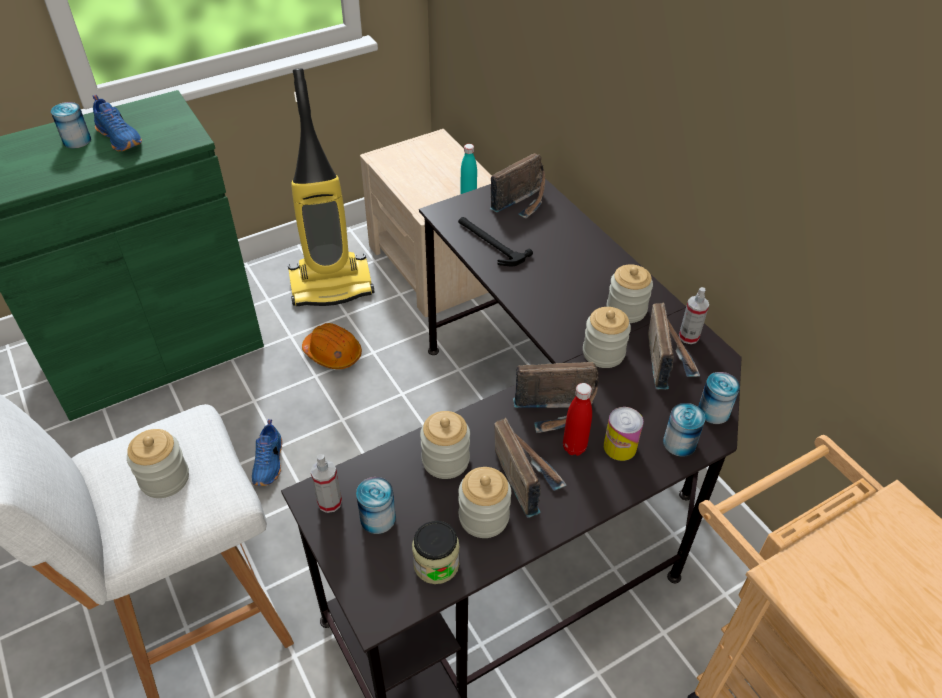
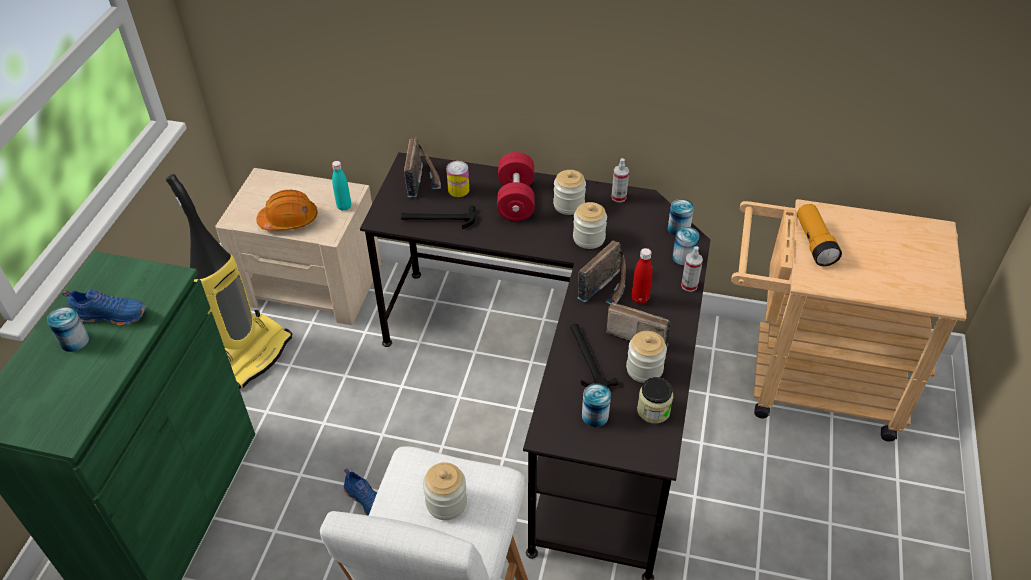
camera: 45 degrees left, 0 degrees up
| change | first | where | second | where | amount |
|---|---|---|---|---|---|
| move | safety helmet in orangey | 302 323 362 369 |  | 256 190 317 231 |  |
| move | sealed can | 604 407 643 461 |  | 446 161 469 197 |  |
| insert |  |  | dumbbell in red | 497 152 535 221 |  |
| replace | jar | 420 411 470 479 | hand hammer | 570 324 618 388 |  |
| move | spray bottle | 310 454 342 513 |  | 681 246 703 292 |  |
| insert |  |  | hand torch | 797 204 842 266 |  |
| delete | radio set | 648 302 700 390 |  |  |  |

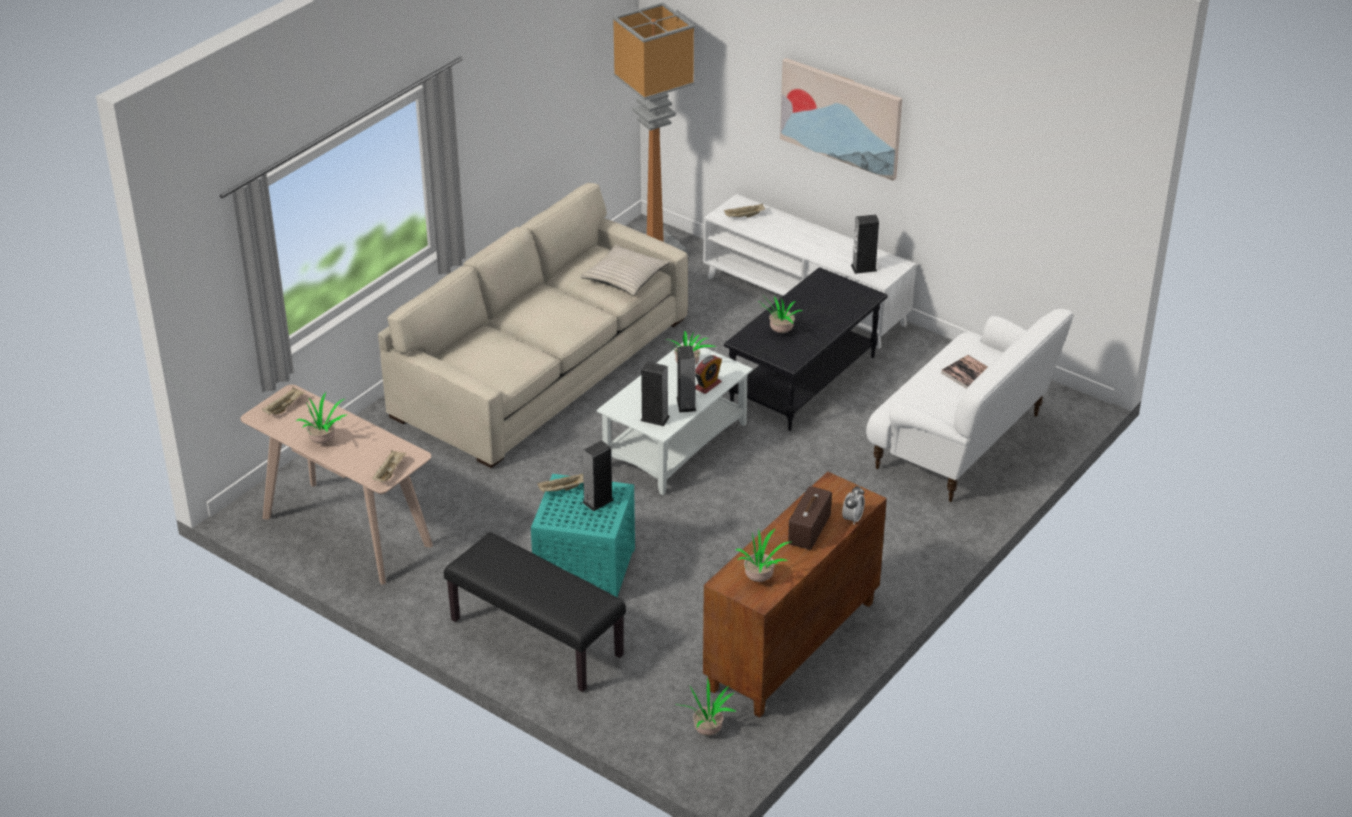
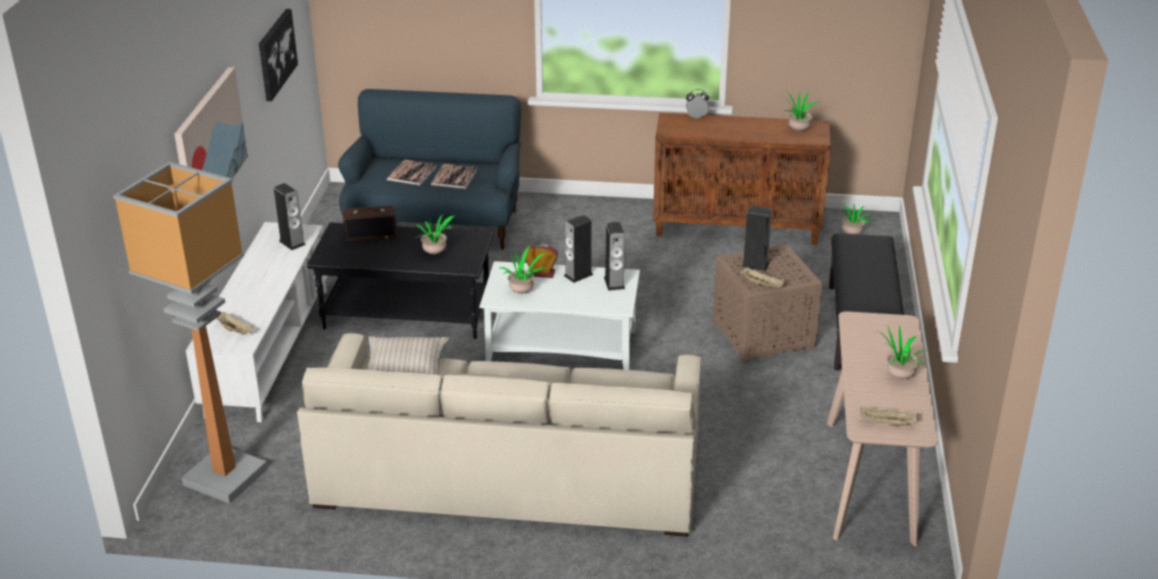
camera: 120 degrees left, 5 degrees down
| change | first | where | second | where | amount |
|---|---|---|---|---|---|
| insert |  |  | wall picture | 259 9 298 101 |  |
| recolor | couch in white-coloured | 866 309 1073 502 | couch in bluish | 338 89 521 250 |  |
| move | radio set | 788 486 832 550 |  | 343 206 397 242 |  |
| insert |  |  | bound book | 431 164 477 189 |  |
| recolor | end table in blue-green | 531 474 635 598 | end table in brown | 713 244 822 364 |  |
| delete | carrying tray in beige-coloured | 372 450 407 482 |  |  |  |

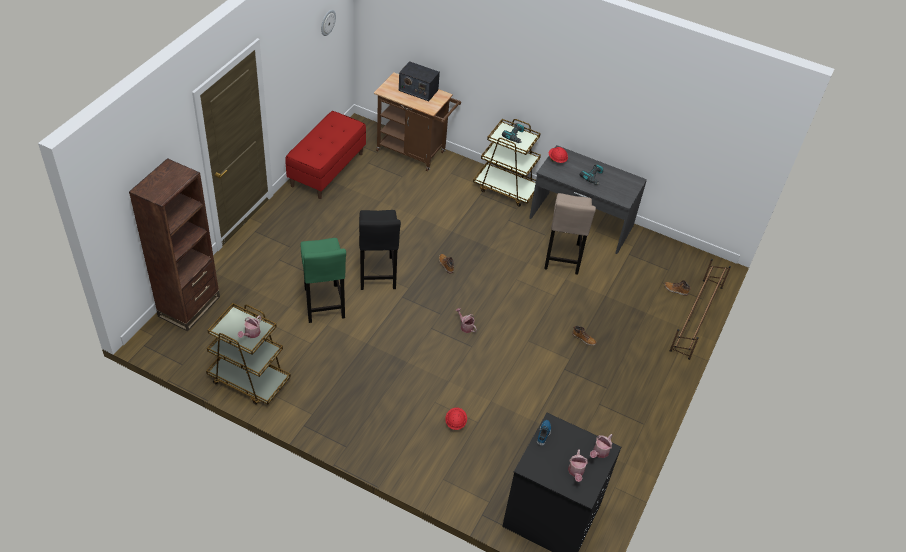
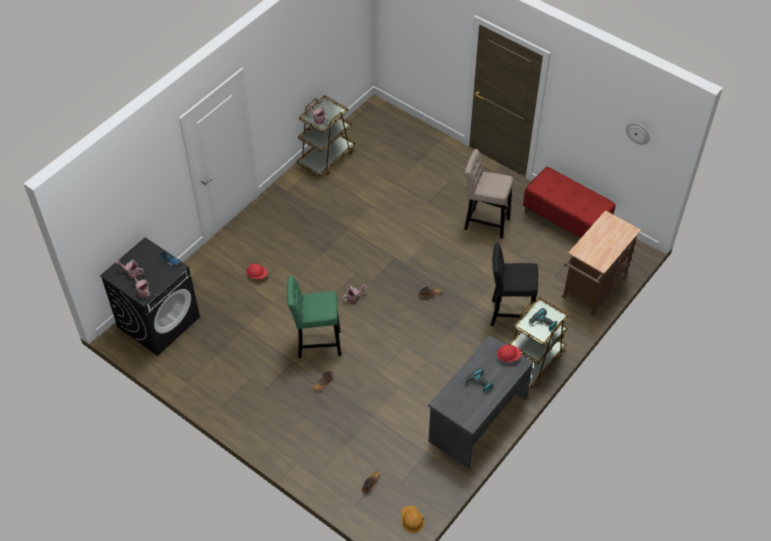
camera: 105 degrees right, 5 degrees up
| change | first | where | second | where | amount |
|---|---|---|---|---|---|
| move | sitting stool in greenish | 300 238 346 323 |  | 287 275 341 358 |  |
| insert |  |  | safety helmet in orangey | 401 505 425 533 |  |
| move | sitting stool in beige-coloured | 544 193 596 275 |  | 464 149 513 239 |  |
| move | sitting stool in black-coloured | 359 210 401 290 |  | 491 243 538 326 |  |
| delete | bookshelf in brown | 129 158 220 331 |  |  |  |
| delete | radio set | 399 61 440 101 |  |  |  |
| delete | shoe stand in brown | 669 259 731 360 |  |  |  |

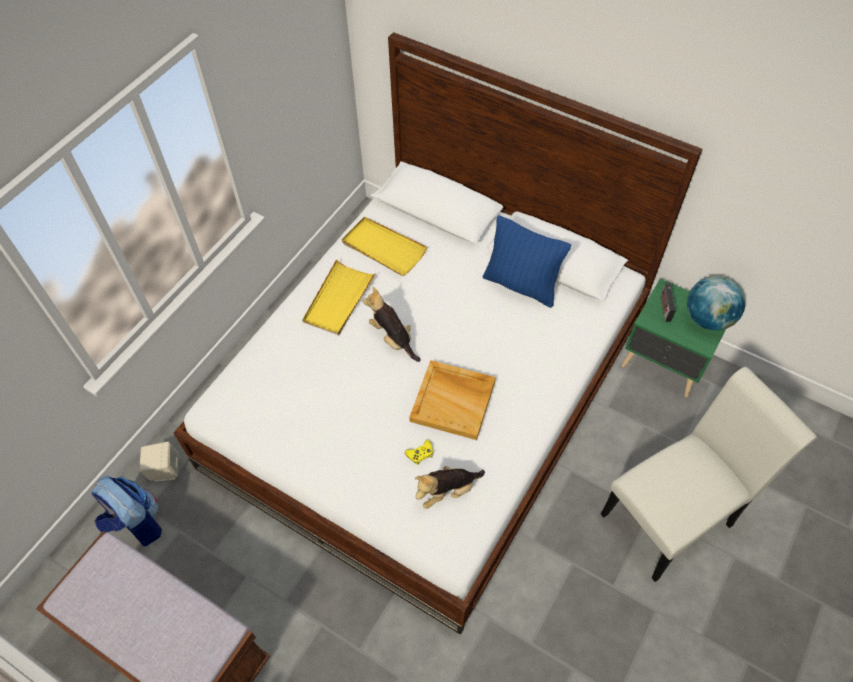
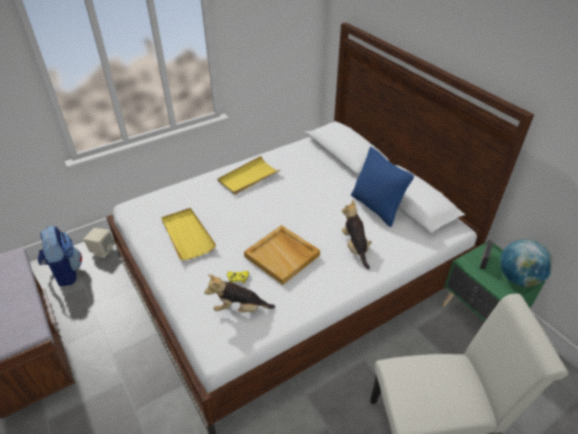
camera: 25 degrees right, 15 degrees down
| change | first | where | second | where | amount |
|---|---|---|---|---|---|
| move | carrying tray in yellowish | 342 217 427 276 |  | 161 208 216 260 |  |
| move | cuddly toy | 363 287 421 362 |  | 342 200 372 270 |  |

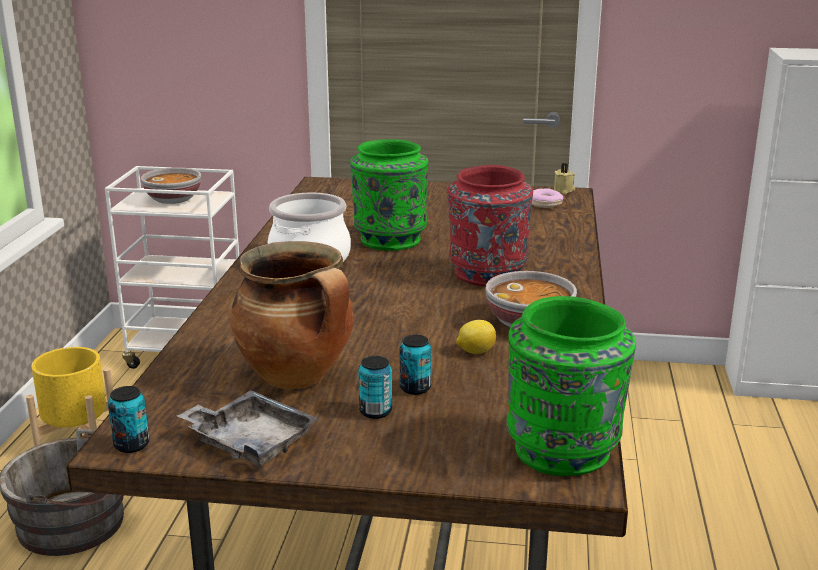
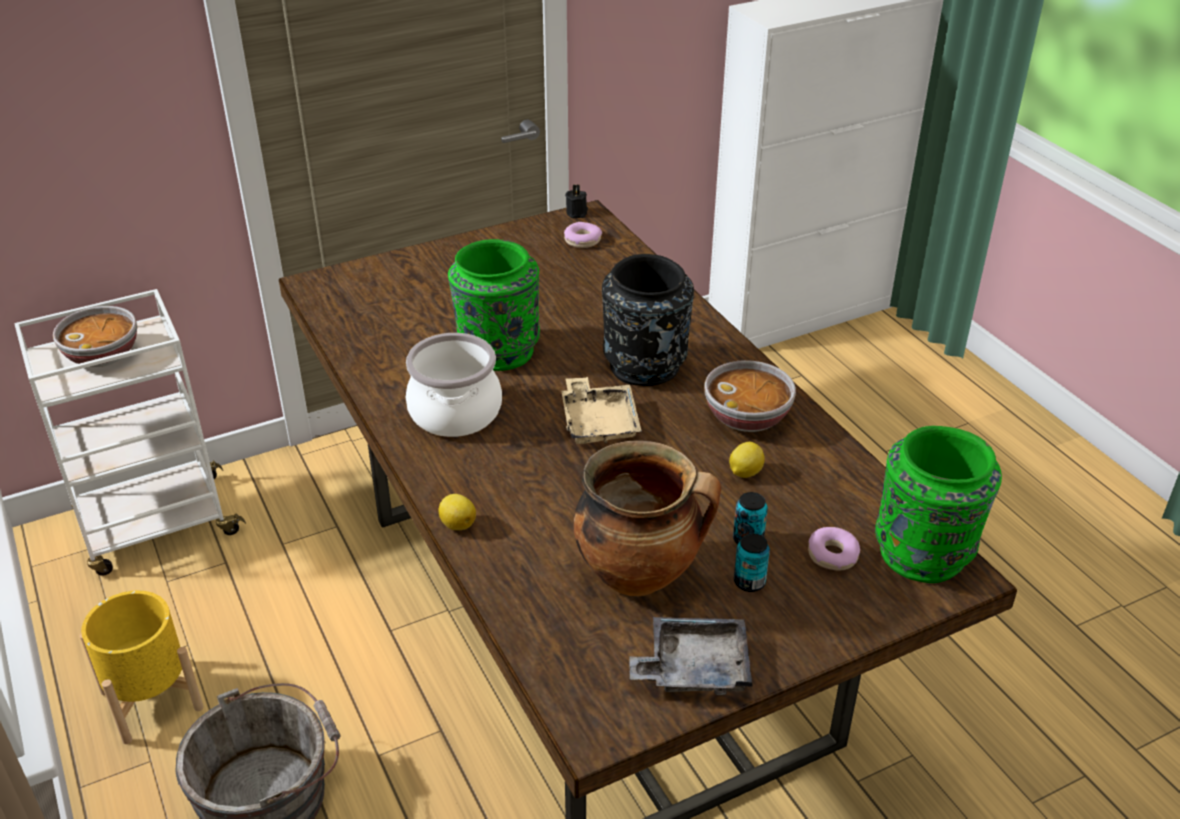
camera: 35 degrees left, 15 degrees up
| change | first | where | second | where | amount |
|---|---|---|---|---|---|
| insert |  |  | citrus fruit | 439 494 476 530 |  |
| insert |  |  | carrying tray in beige-coloured | 561 377 642 444 |  |
| recolor | candle in beige-coloured | 554 163 575 194 | candle in black-coloured | 565 184 588 218 |  |
| recolor | decorative vase in red | 448 165 533 286 | decorative vase in black-coloured | 602 254 694 386 |  |
| insert |  |  | ring doughnut | 808 527 860 570 |  |
| delete | sealed can | 108 386 149 453 |  |  |  |

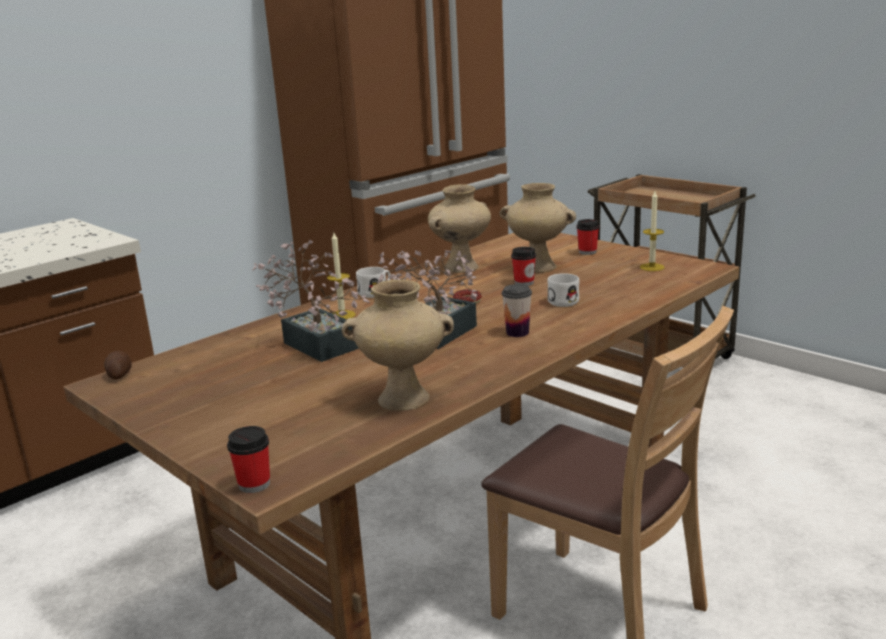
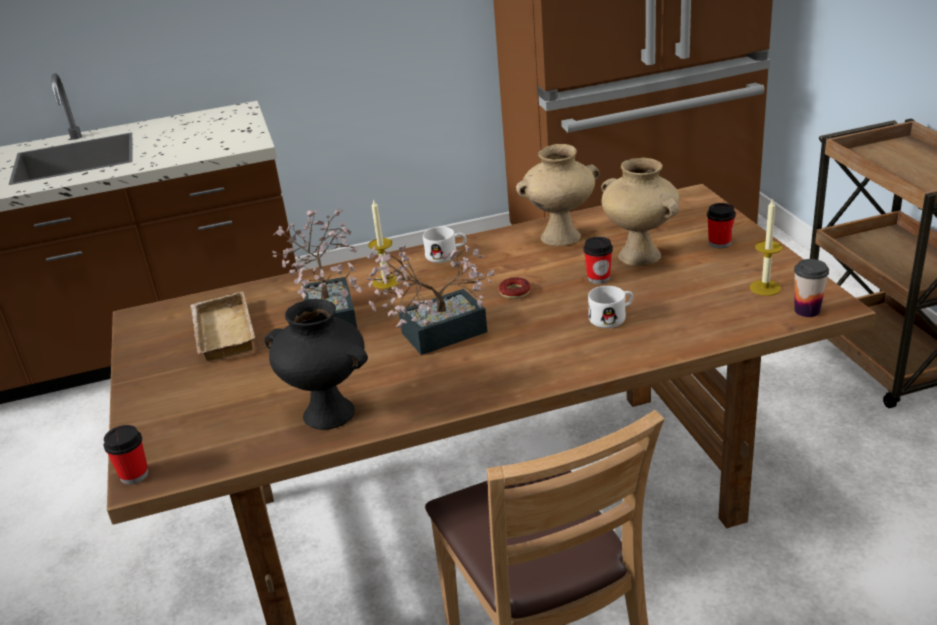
camera: 30 degrees right, 10 degrees up
| change | first | where | second | where | amount |
|---|---|---|---|---|---|
| insert |  |  | carrying tray in beige-coloured | 190 291 255 361 |  |
| recolor | decorative vase in beige-coloured | 342 280 454 411 | decorative vase in black-coloured | 264 299 368 430 |  |
| move | drinking cup | 502 284 532 337 |  | 794 259 829 317 |  |
| delete | potato | 104 351 132 380 |  |  |  |

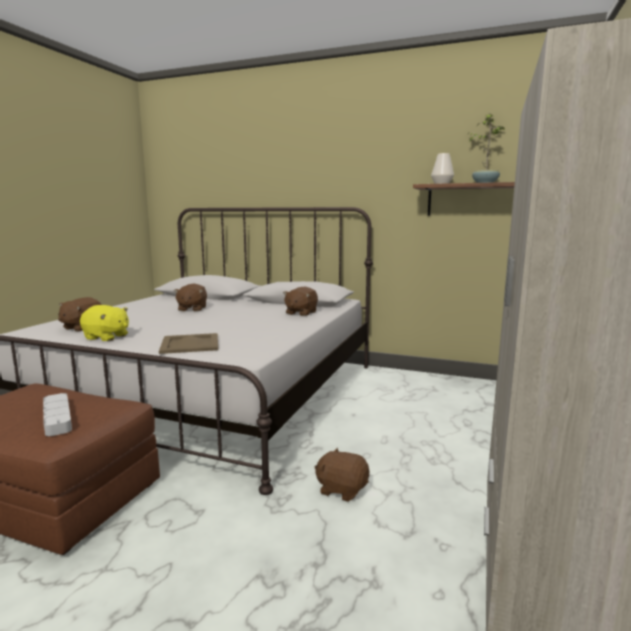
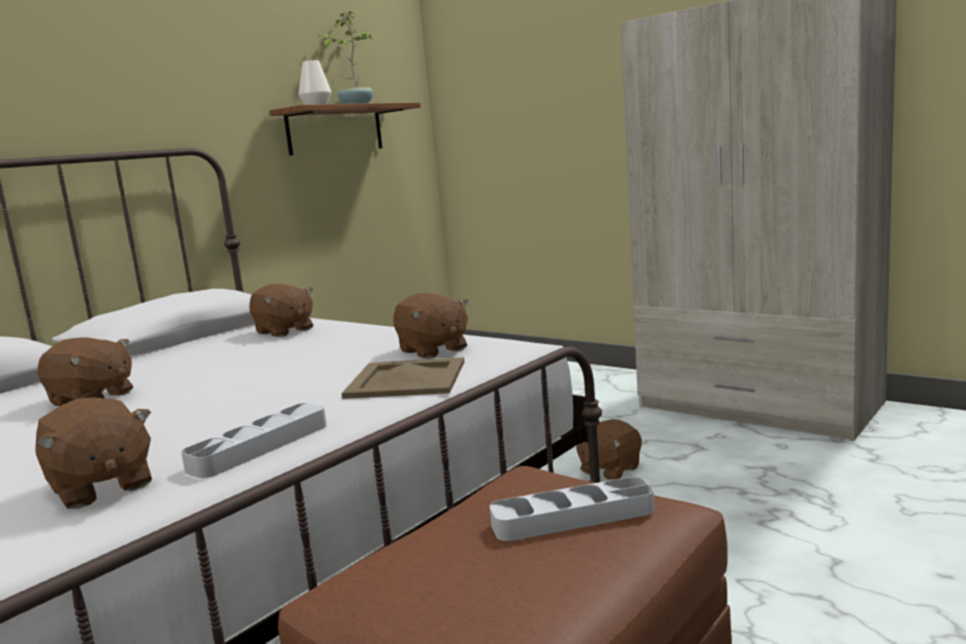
camera: 70 degrees left, 0 degrees up
| change | first | where | second | where | amount |
|---|---|---|---|---|---|
| replace | cuddly toy in yellowish | 80 305 129 341 | carrying tray in gray | 181 403 327 478 |  |
| insert |  |  | cuddly toy in brown | 393 293 469 359 |  |

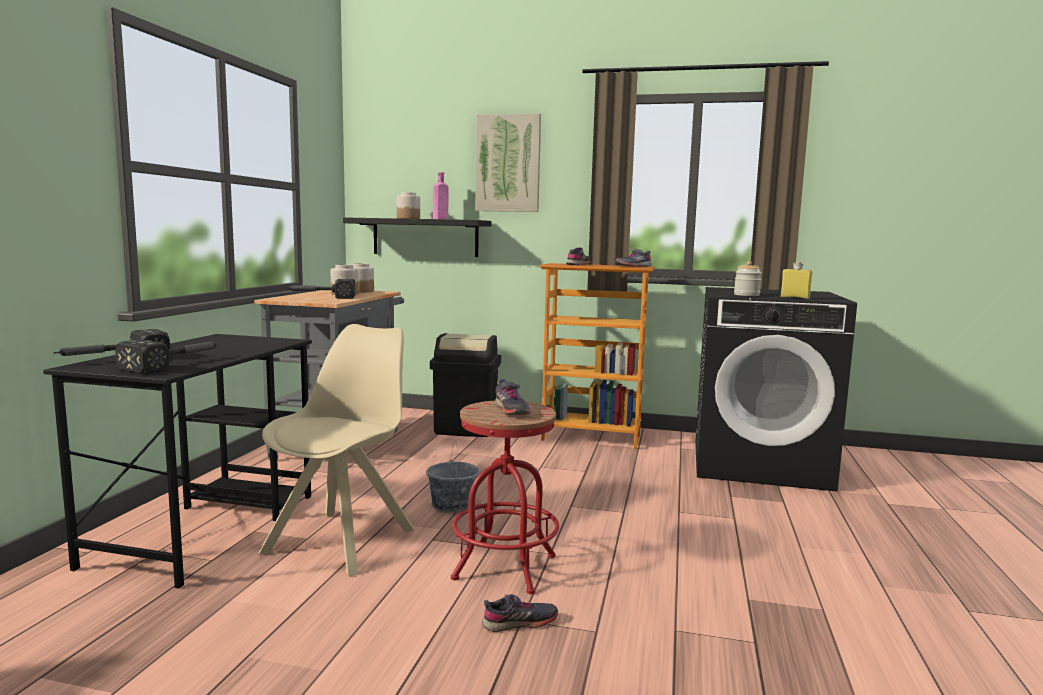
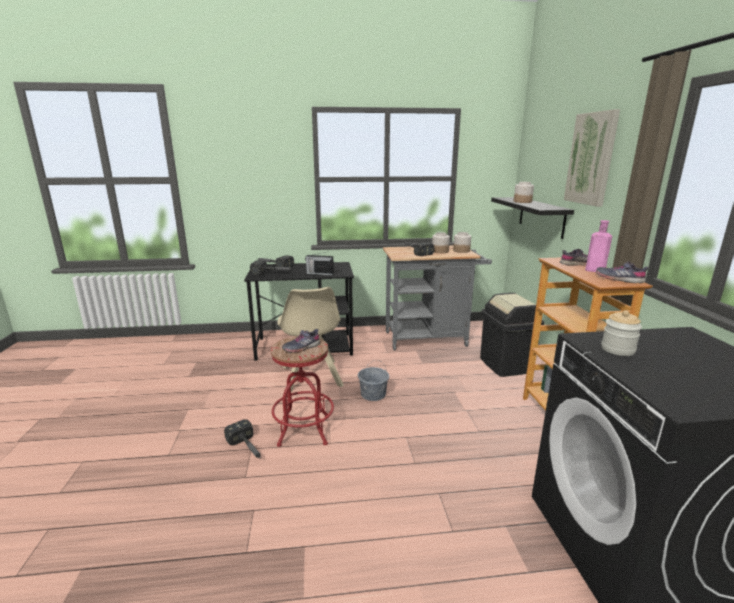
camera: 70 degrees right, 10 degrees up
| change | first | where | second | where | amount |
|---|---|---|---|---|---|
| replace | low shoe in gray | 482 594 558 632 | hand hammer | 224 419 260 458 |  |
| rotate | plain chair in beige-coloured | 259 324 414 576 |  | 278 287 344 392 | 75 degrees clockwise |
| insert |  |  | radio set | 305 252 334 275 |  |
| move | beverage bottle in pink-coloured | 433 172 449 219 |  | 585 220 612 272 |  |
| delete | beverage bottle in yellowish | 781 262 812 299 |  |  |  |

